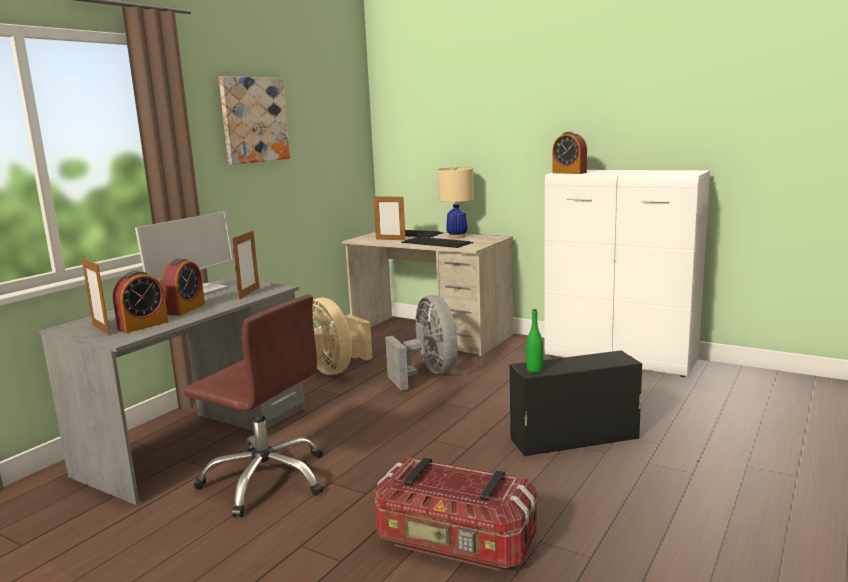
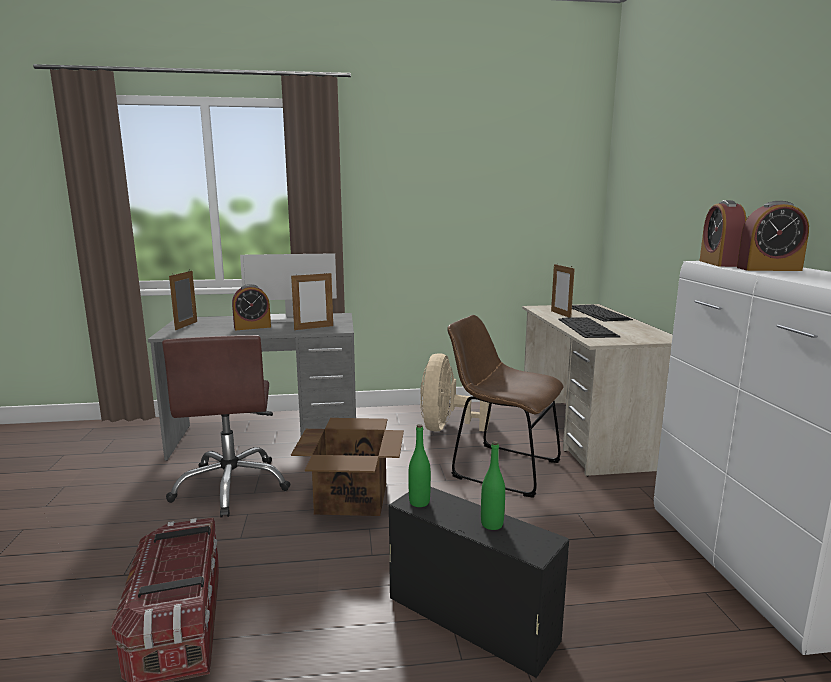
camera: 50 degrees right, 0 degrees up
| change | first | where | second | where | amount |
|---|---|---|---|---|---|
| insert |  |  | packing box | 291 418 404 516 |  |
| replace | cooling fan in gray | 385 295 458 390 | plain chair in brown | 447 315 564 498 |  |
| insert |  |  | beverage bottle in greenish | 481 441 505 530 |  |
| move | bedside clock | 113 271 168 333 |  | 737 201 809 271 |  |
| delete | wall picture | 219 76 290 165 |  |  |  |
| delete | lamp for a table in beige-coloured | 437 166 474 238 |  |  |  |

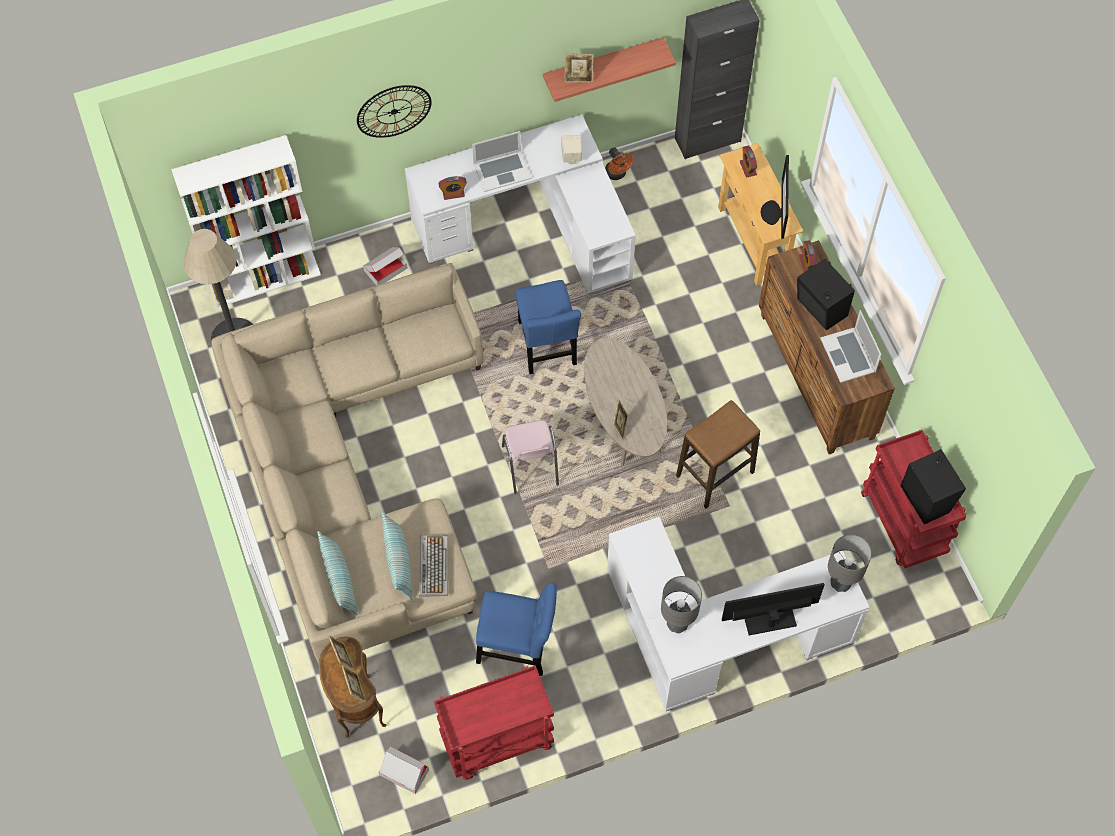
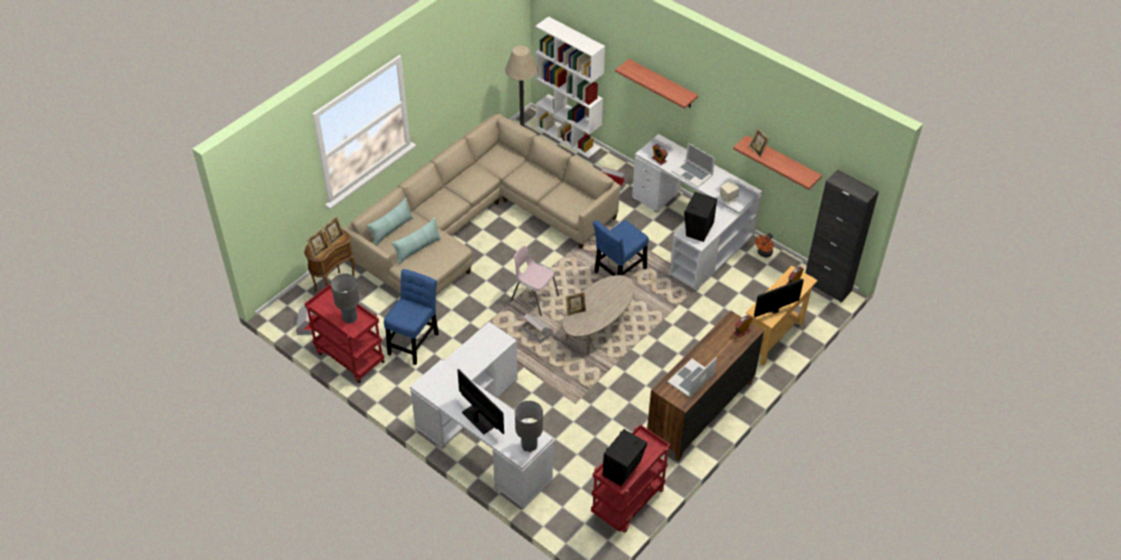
camera: 60 degrees right, 15 degrees down
| change | first | where | second | where | amount |
|---|---|---|---|---|---|
| move | lamp for a table in gray | 661 576 702 633 |  | 331 273 360 324 |  |
| rotate | plain chair in bluish | 476 583 557 676 |  | 384 269 439 365 | 135 degrees counterclockwise |
| rotate | plain chair in pink-coloured | 502 420 559 494 |  | 511 245 559 316 | 75 degrees clockwise |
| insert |  |  | packing box | 522 313 553 344 |  |
| replace | wall clock | 357 85 432 138 | shelf | 615 59 698 109 |  |
| move | speaker in black-coloured | 797 259 855 331 |  | 684 192 717 242 |  |
| delete | PC keyboard | 419 535 448 597 |  |  |  |
| delete | sitting stool | 676 400 760 508 |  |  |  |

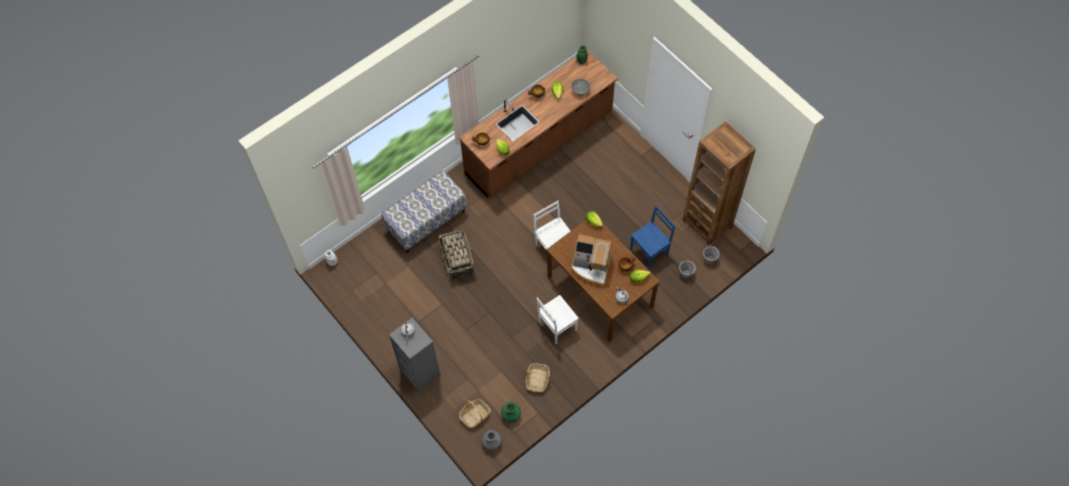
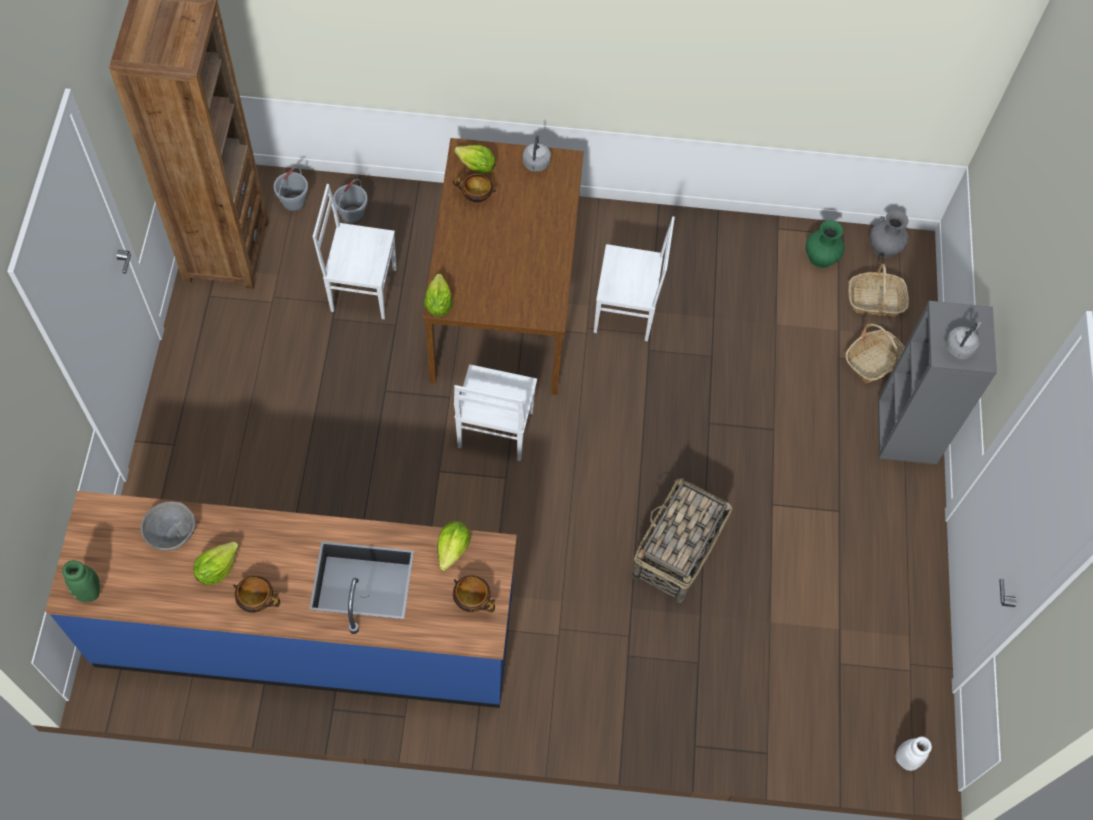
camera: 140 degrees left, 0 degrees up
| change | first | where | second | where | amount |
|---|---|---|---|---|---|
| recolor | counter in brown | 459 49 618 198 | counter in bluish | 45 491 517 708 |  |
| recolor | plain chair in bluish | 630 206 675 269 | plain chair in white-coloured | 313 184 397 319 |  |
| move | storage basket | 525 363 550 392 |  | 845 324 905 383 |  |
| delete | indoor bench | 381 171 467 253 |  |  |  |
| delete | coffee maker | 571 234 612 286 |  |  |  |

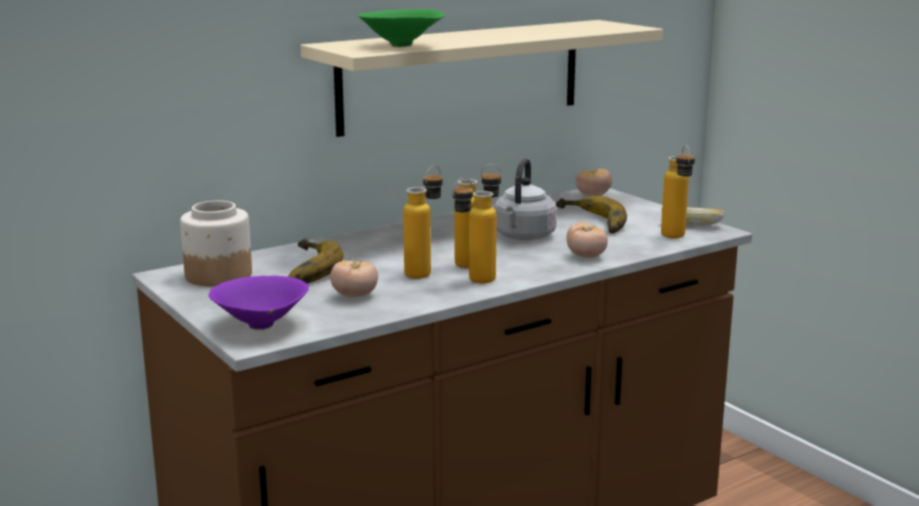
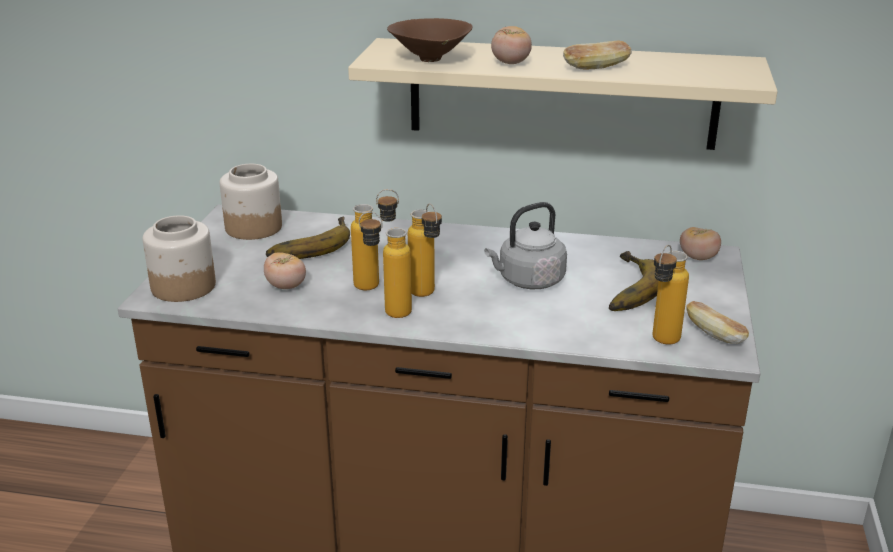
camera: 45 degrees right, 10 degrees up
| change | first | where | second | where | amount |
|---|---|---|---|---|---|
| replace | serving bowl in purple-coloured | 209 275 309 330 | jar | 142 215 216 302 |  |
| recolor | serving bowl in greenish | 358 9 444 47 | serving bowl in brown | 387 18 473 62 |  |
| move | fresh tomato | 566 223 608 258 |  | 491 26 532 64 |  |
| insert |  |  | bakery bread | 563 40 632 69 |  |

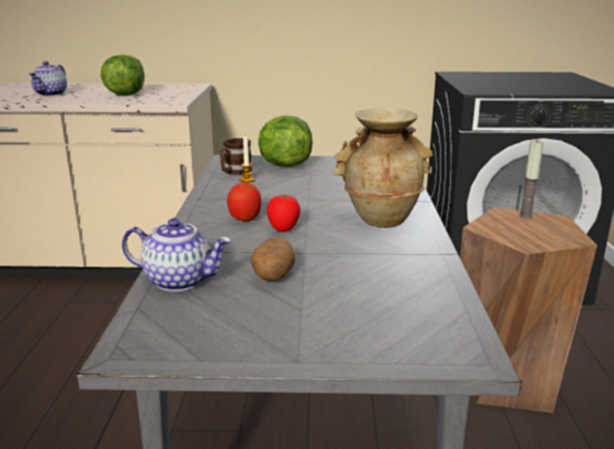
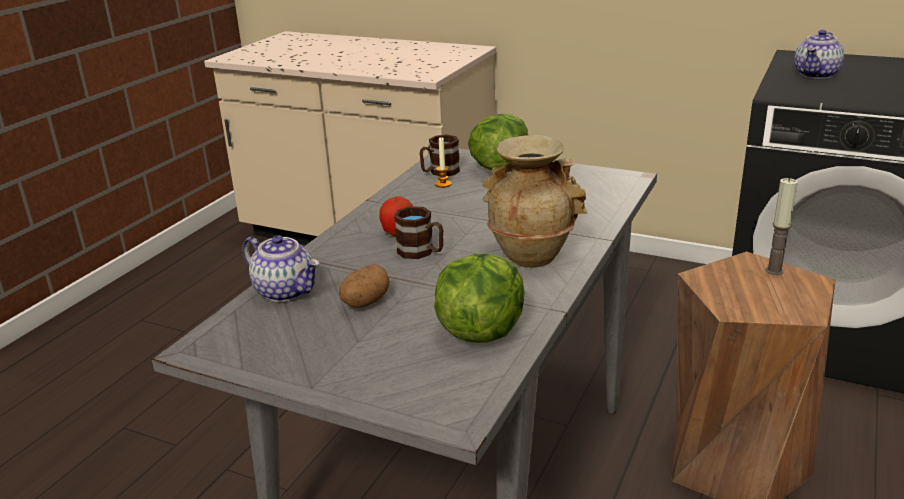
camera: 25 degrees right, 5 degrees up
| change | first | where | second | where | amount |
|---|---|---|---|---|---|
| replace | fresh tomato | 267 195 300 232 | coffee mug in brown | 394 206 443 259 |  |
| move | lettuce head | 101 55 144 96 |  | 434 254 524 343 |  |
| move | tea pot | 29 61 67 96 |  | 794 30 844 79 |  |

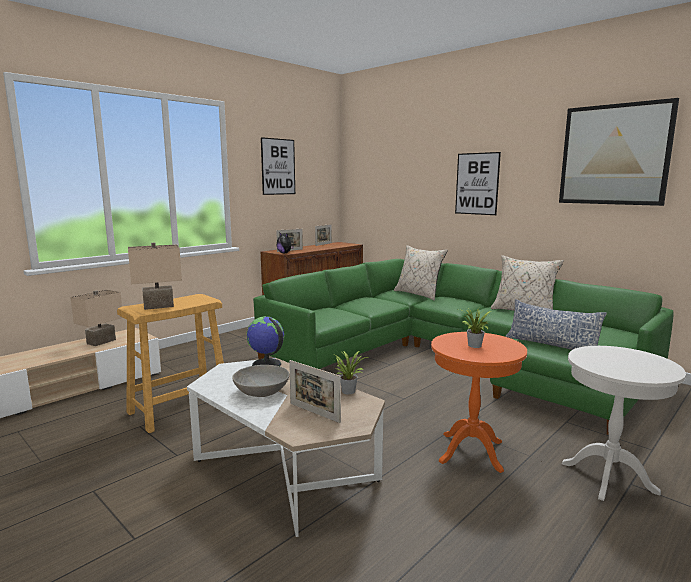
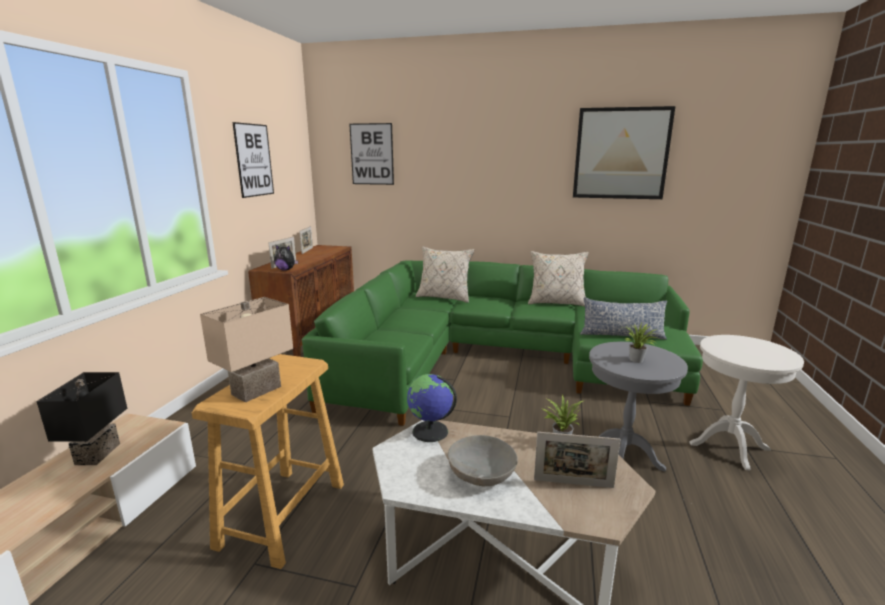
camera: 30 degrees left, 5 degrees up
| change | first | where | second | where | amount |
|---|---|---|---|---|---|
| recolor | lamp for a table in beige-coloured | 70 290 123 346 | lamp for a table in black-coloured | 36 372 127 465 |  |
| move | wall picture | 455 152 501 215 |  | 349 123 394 185 |  |
| recolor | end table in orangey | 431 332 527 473 | end table in gray | 589 342 688 472 |  |

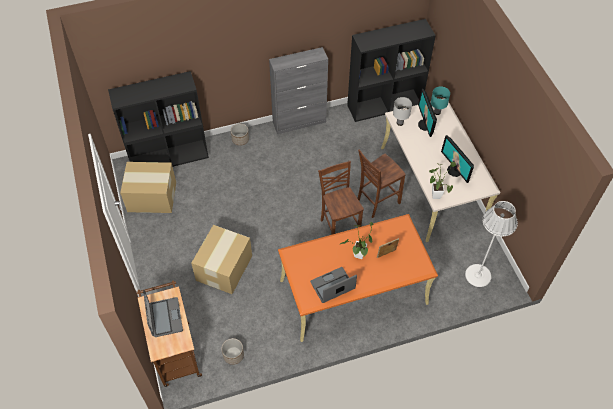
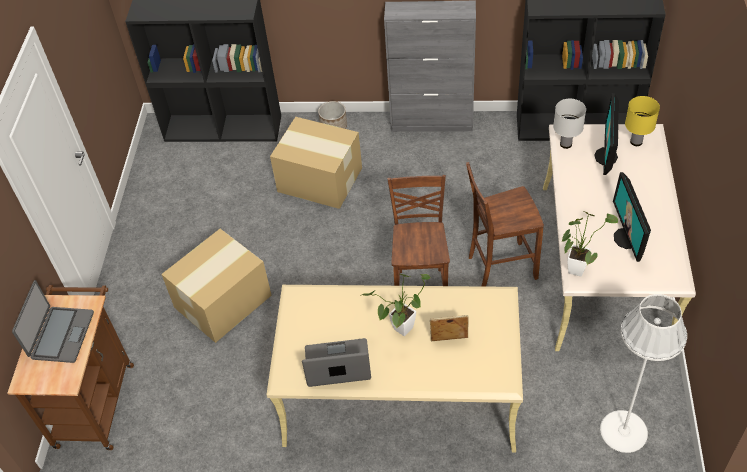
camera: 25 degrees right, 5 degrees down
| change | first | where | second | where | amount |
|---|---|---|---|---|---|
| recolor | desk in orangey | 278 214 438 342 | desk in beige-coloured | 266 285 523 453 |  |
| move | packing box | 120 162 176 213 |  | 270 117 362 209 |  |
| recolor | lamp for a table in blue-green | 431 87 450 115 | lamp for a table in yellowish | 625 96 660 146 |  |
| delete | plant pot | 221 338 244 365 |  |  |  |

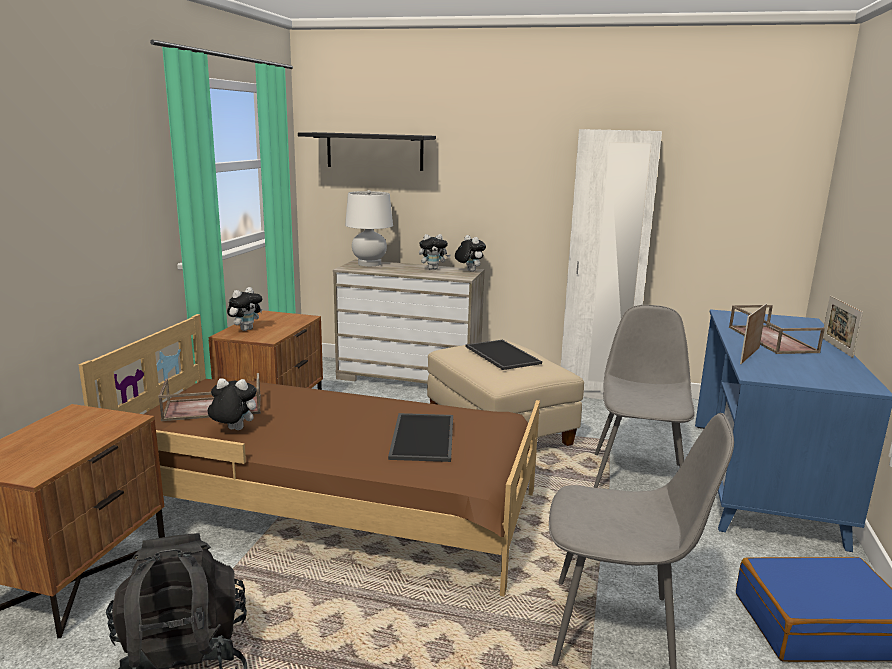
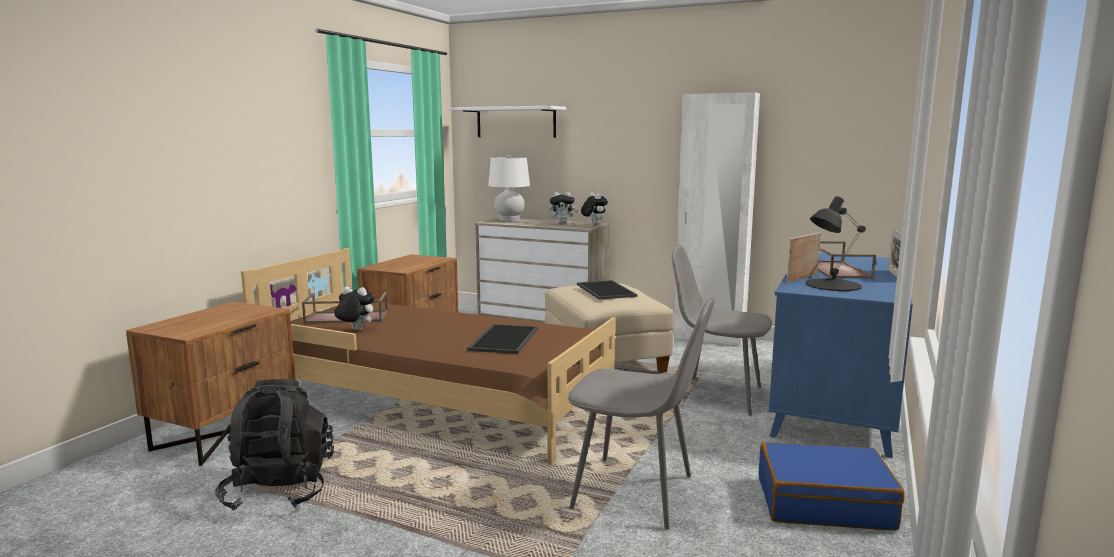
camera: 10 degrees right, 5 degrees down
| change | first | where | second | where | amount |
|---|---|---|---|---|---|
| recolor | shelf in black-coloured | 298 132 436 171 | shelf in white-coloured | 450 106 566 138 |  |
| rotate | plain chair in gray | 594 305 695 488 |  | 672 244 772 416 | 90 degrees counterclockwise |
| insert |  |  | lamp for a table in black-coloured | 806 196 866 291 |  |
| delete | cuddly toy | 227 287 262 331 |  |  |  |

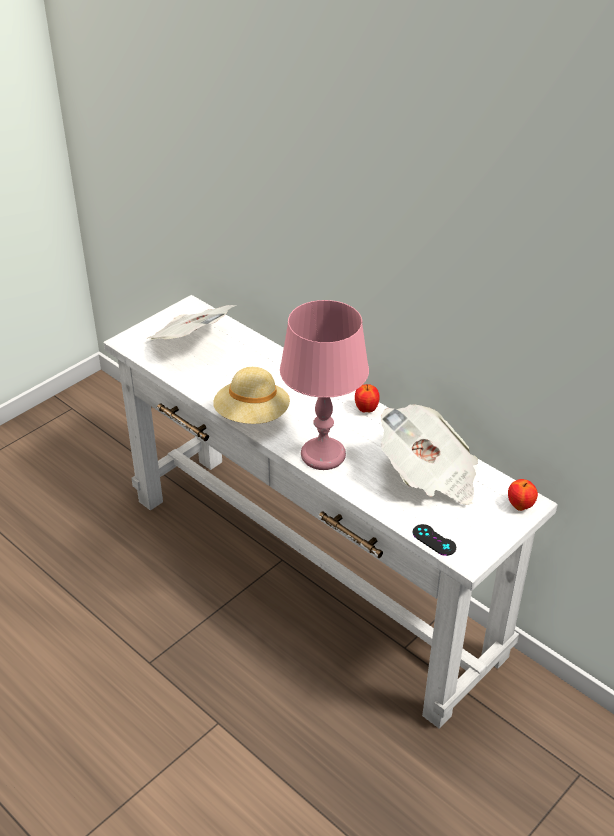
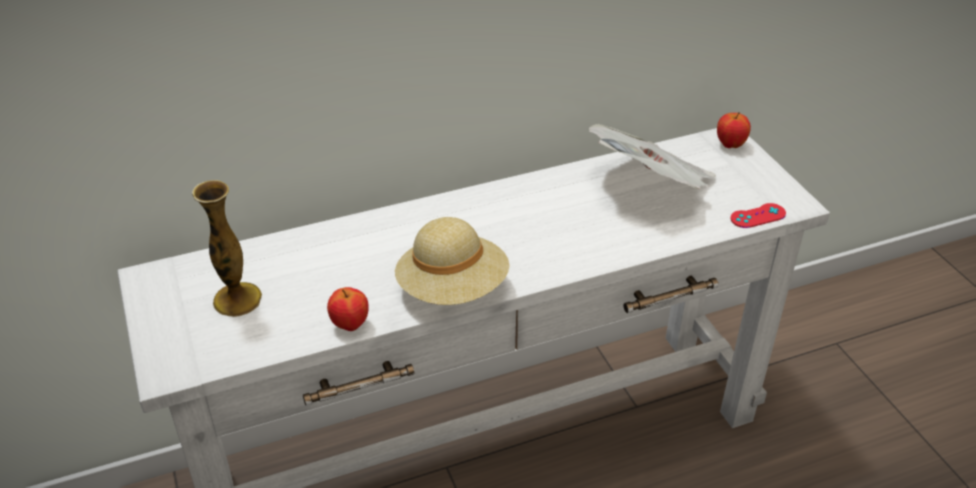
camera: 65 degrees left, 0 degrees up
| change | first | where | second | where | amount |
|---|---|---|---|---|---|
| replace | daily paper | 146 305 236 340 | decorative vase | 192 180 262 317 |  |
| move | apple | 355 384 380 413 |  | 327 287 369 331 |  |
| recolor | gamepad in black-coloured | 413 524 456 556 | gamepad in red | 730 203 786 228 |  |
| delete | lamp for a table in pink-coloured | 280 300 369 470 |  |  |  |

